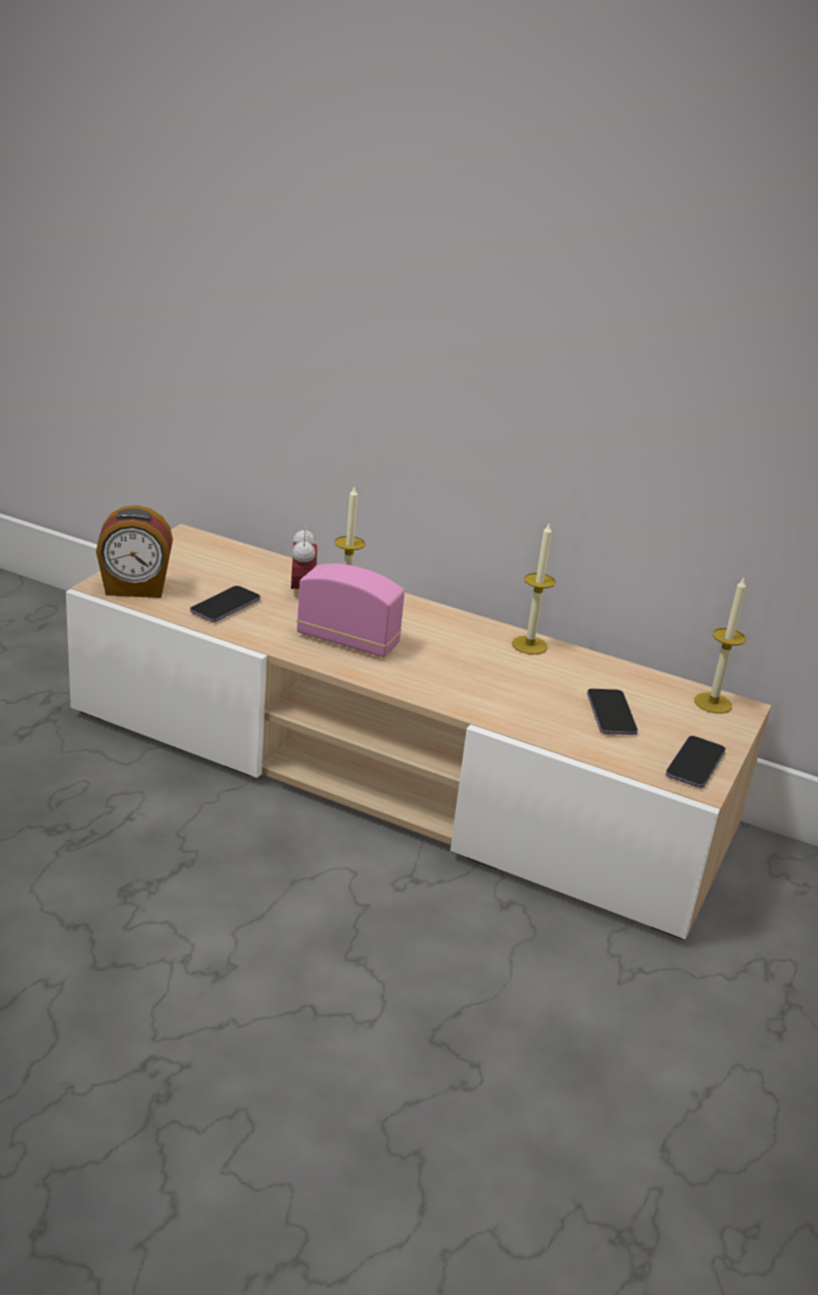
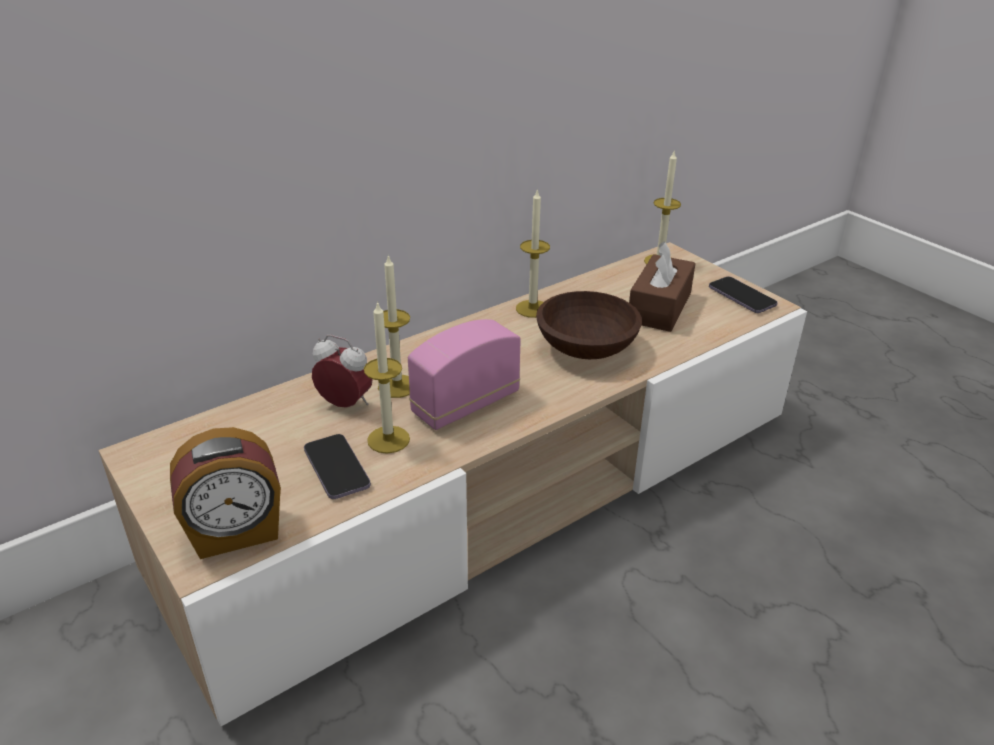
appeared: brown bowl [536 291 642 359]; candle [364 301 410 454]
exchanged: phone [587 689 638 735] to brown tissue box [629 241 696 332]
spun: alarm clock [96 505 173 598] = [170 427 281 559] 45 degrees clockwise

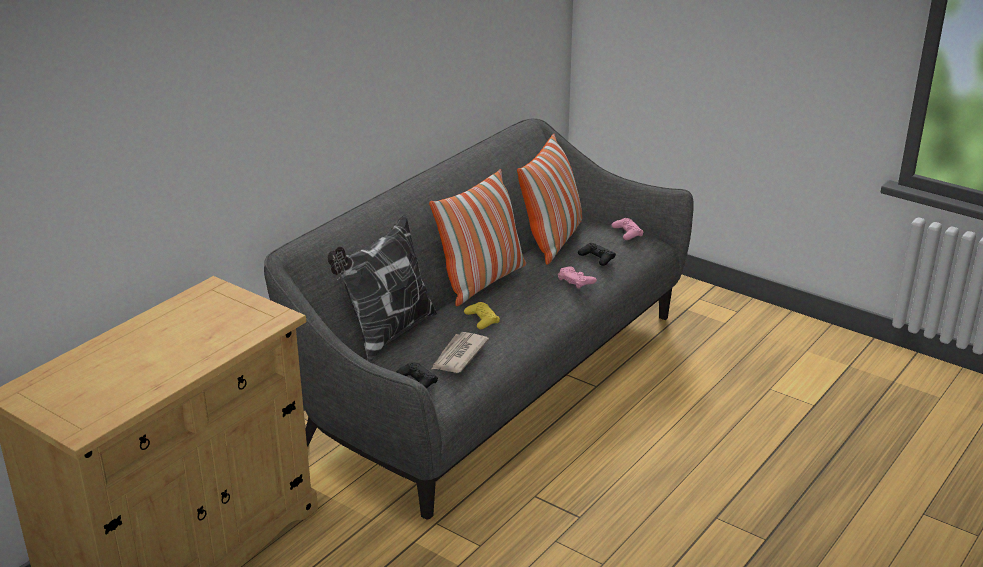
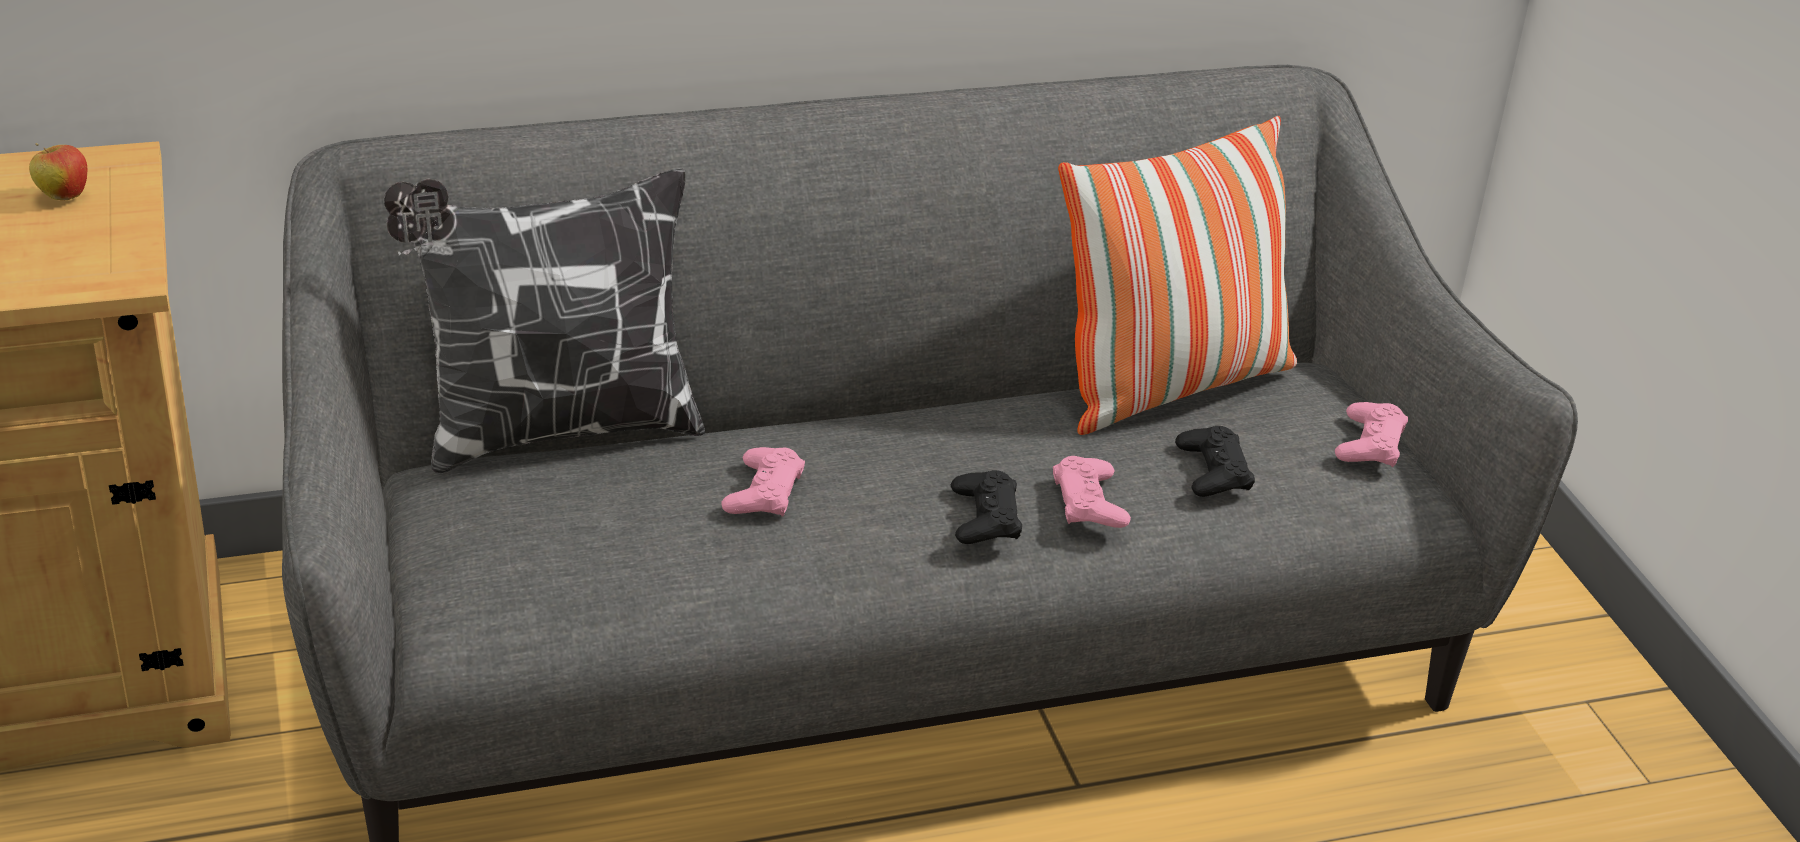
missing: pillow [429 169 526 306]; newspaper [432 332 489 373]
appeared: apple [29 143 87 200]
relocated: black game controller [396 362 438 389] to [951 470 1022 544]
colour: yellow game controller [464 302 500 329] to pink game controller [721 447 805 517]

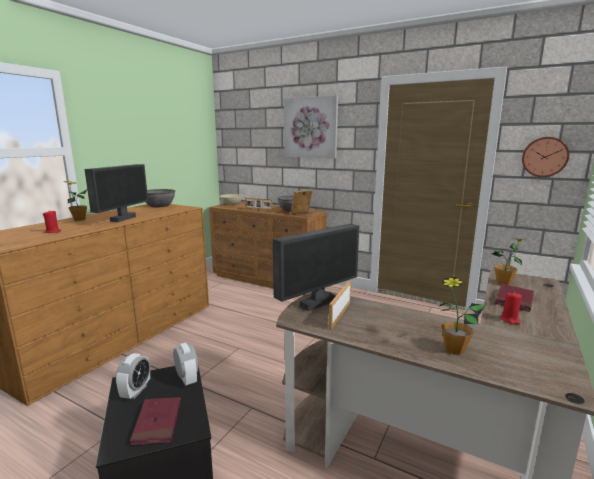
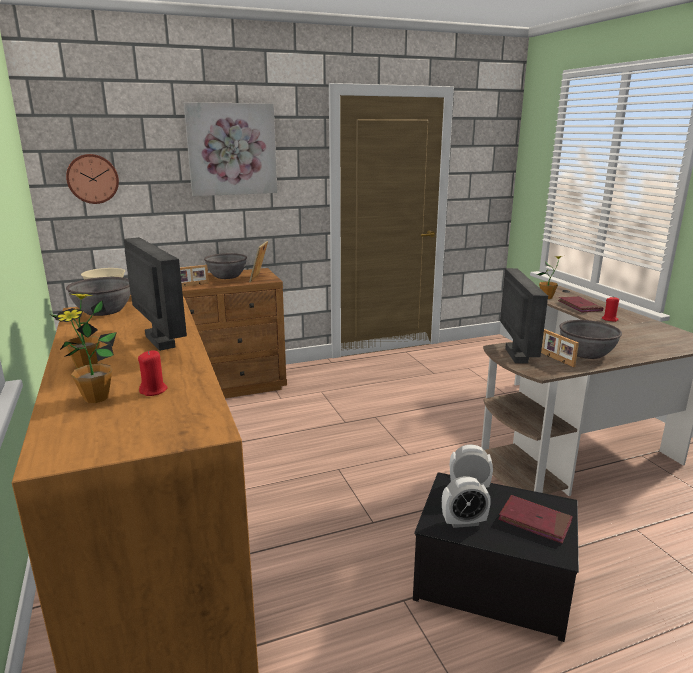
appeared: grey bowl [559 320 622 359]
relocated: wall clock [522 137 569 177] to [66 154 119 204]; potted plant [438 277 485 355] to [55 308 117 403]
spun: alarm clock [116 353 150 399] = [442 476 491 528] 120 degrees clockwise

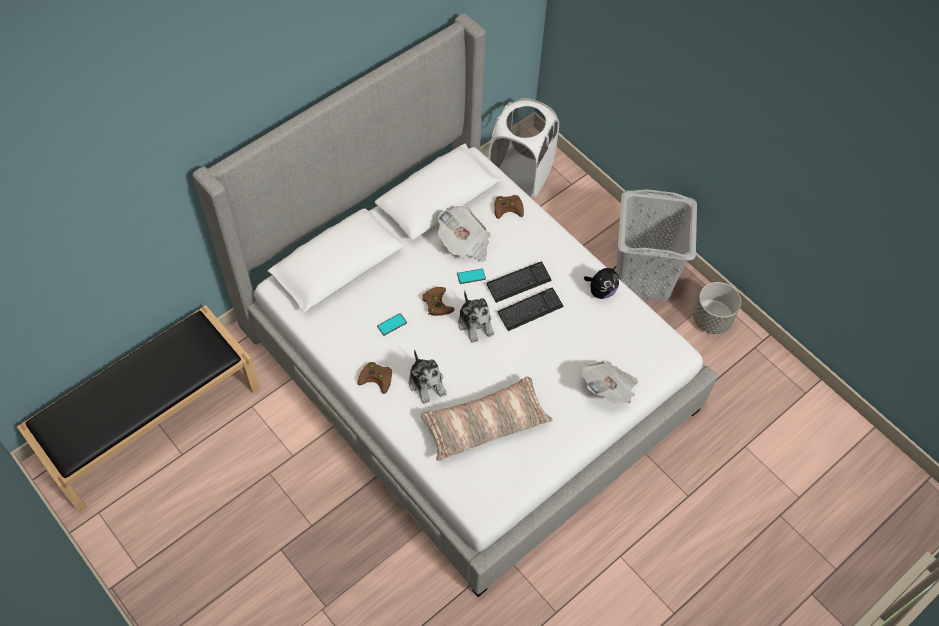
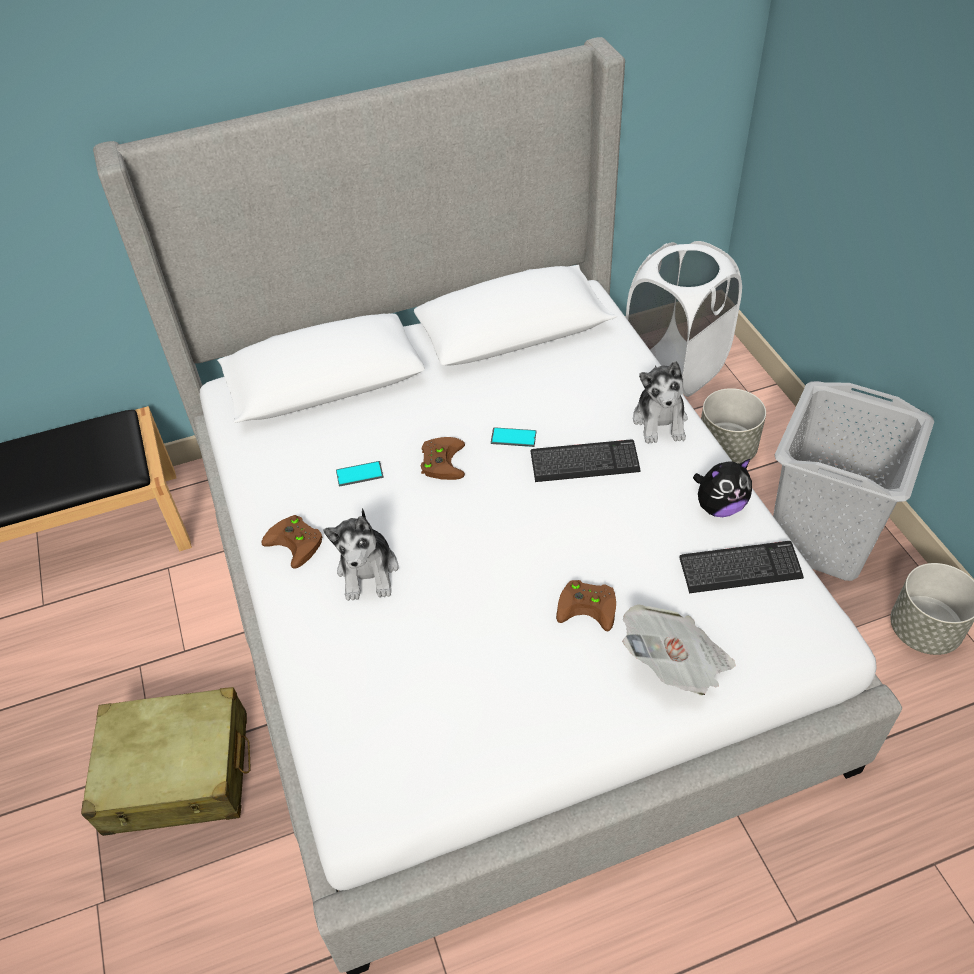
missing: newspaper [438 206 490 262]; pillow [421 376 553 461]
appeared: grey planter [701 388 766 464]; beige suitcase [81 687 251 836]
relocated: brown game controller [494 195 524 219] to [556 580 616 631]; keyboard [498 288 564 331] to [679 541 804 593]; plush toy [458 291 494 343] to [633 361 688 443]

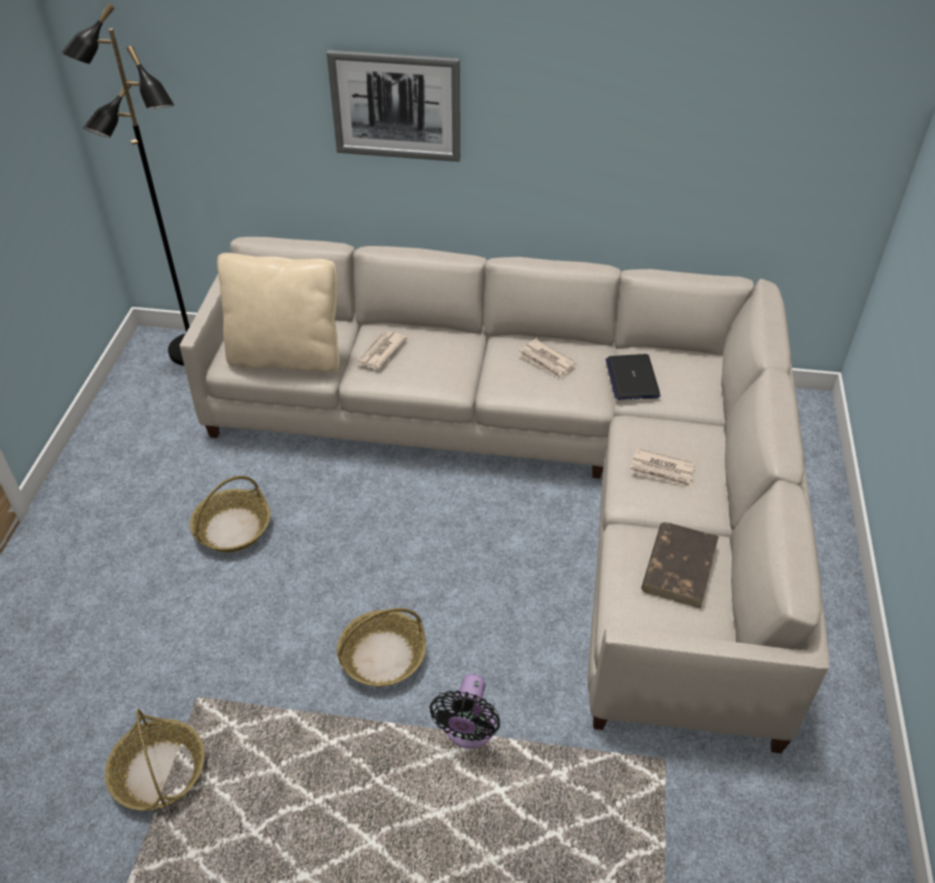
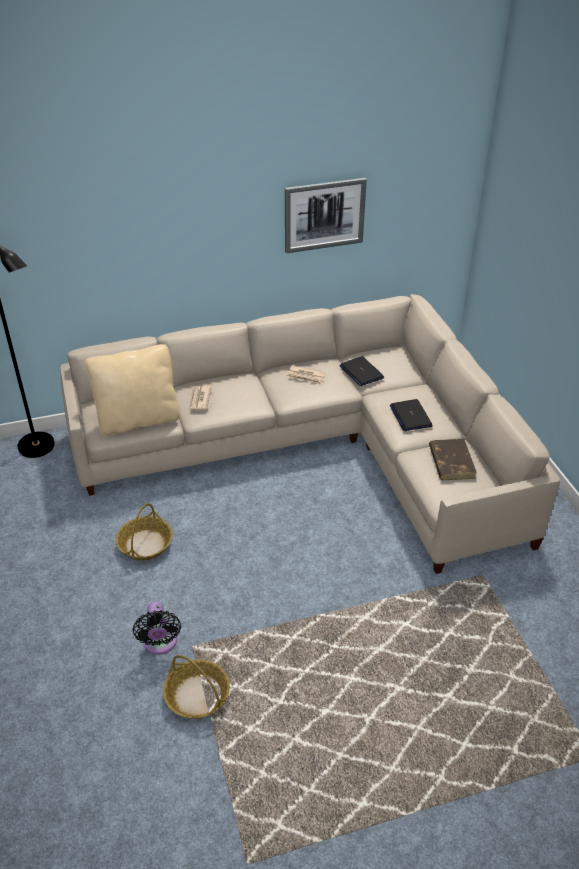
missing: basket [337 608 426 687]
relocated: picture [327 50 460 162] to [285 178 367 253]; black fan [429 674 500 749] to [132 601 181 655]
exchanged: newspaper [630 448 695 488] to laptop [390 399 432 431]

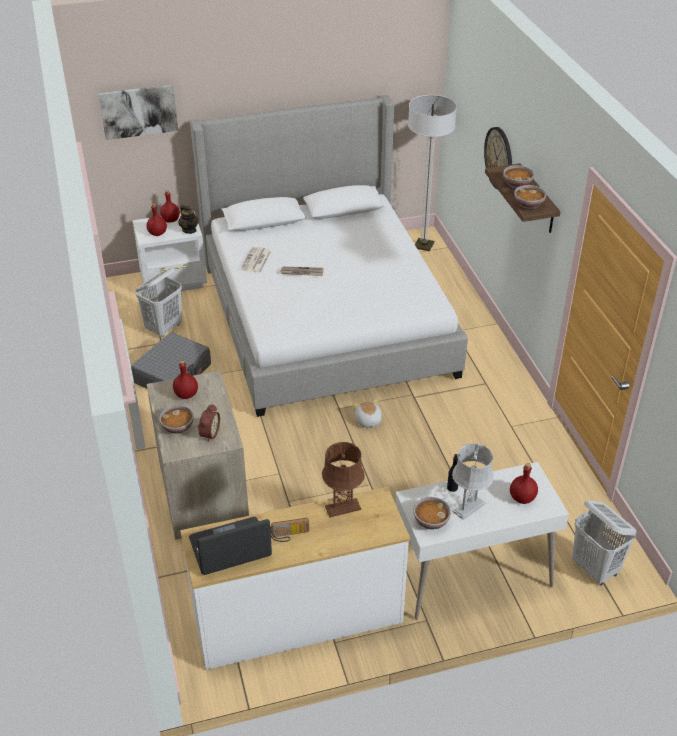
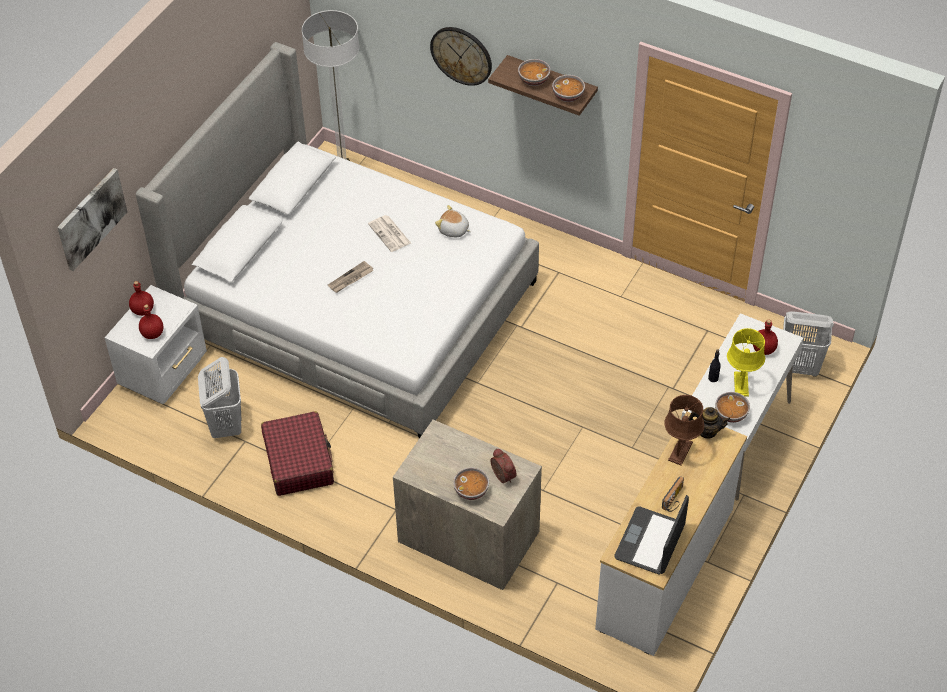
missing: red bottle [173 361 198 399]
relocated: teapot [178 205 199 234] to [688 407 731 438]; newspaper [241 247 272 273] to [368 215 411 252]; plush toy [353 399 382 428] to [435 205 471 237]
colour: grey suitcase [131 332 211 389] to red suitcase [261 411 334 496]; grey table lamp [452 443 494 520] to yellow table lamp [727 328 765 397]

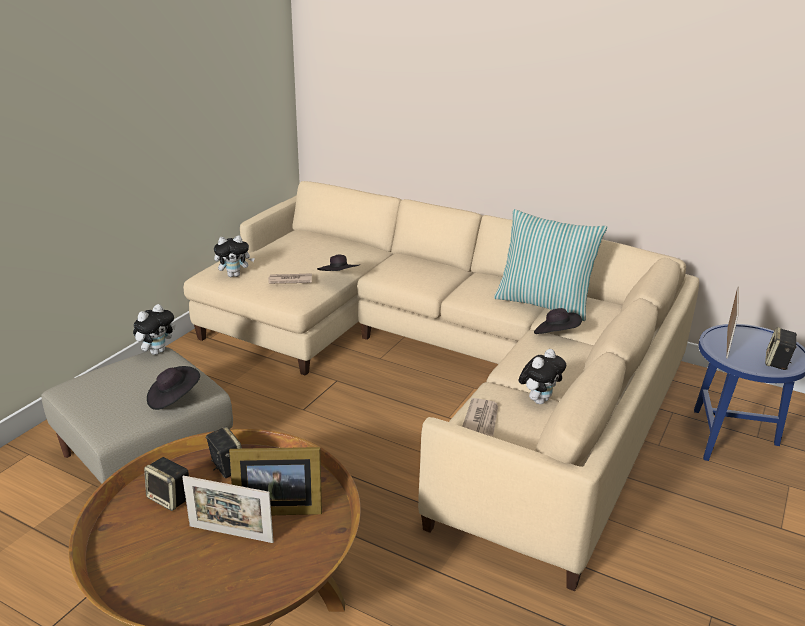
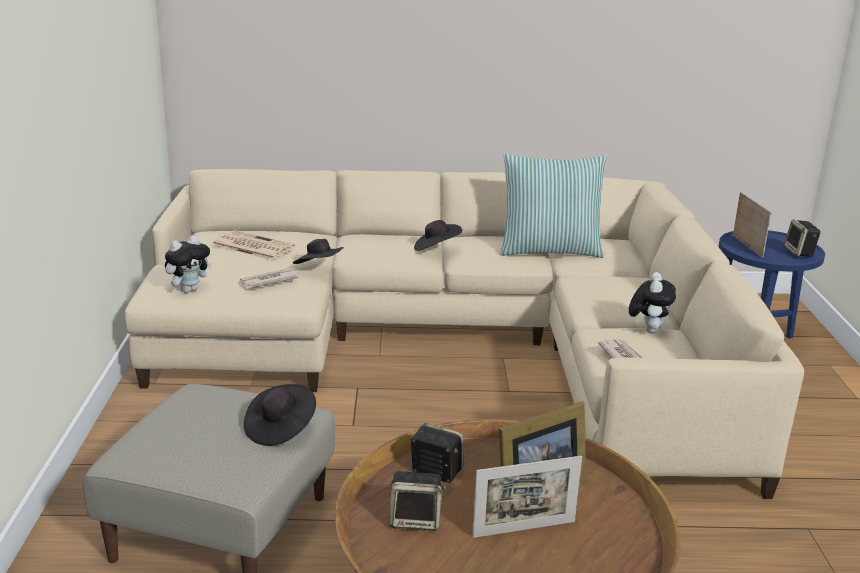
missing: plush toy [133 304 176 355]
appeared: newspaper [212 230 295 260]
relocated: black hat [534 308 582 334] to [414 220 462 251]

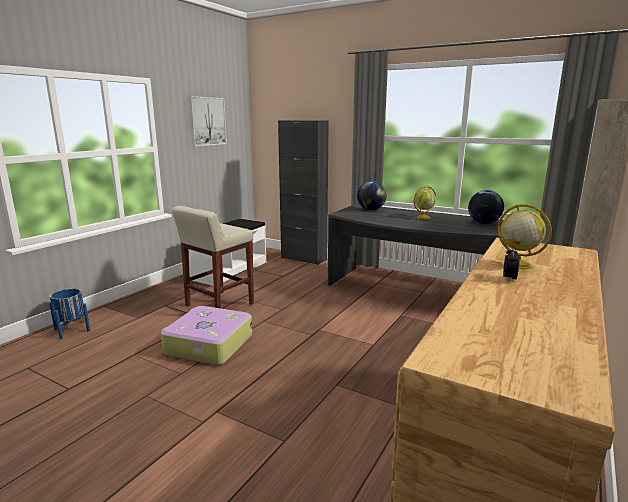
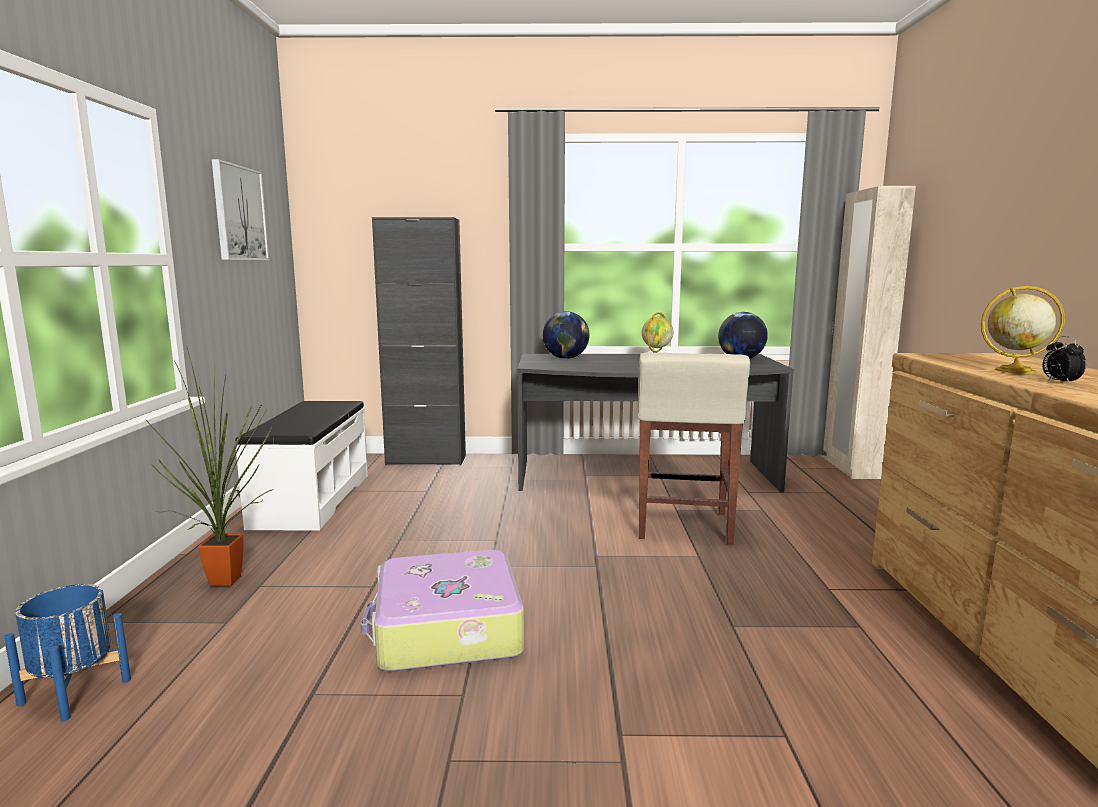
appeared: potted plant [145 346 274 586]
relocated: beige stool [172 206 254 308] to [638 352 750 545]

